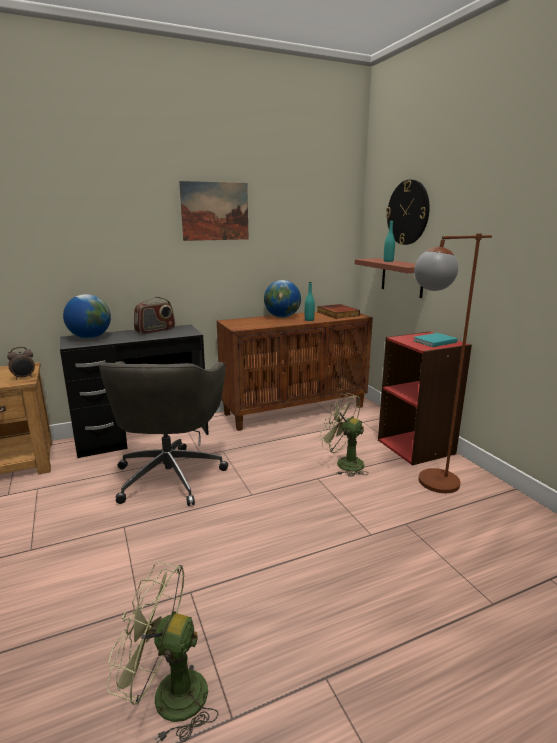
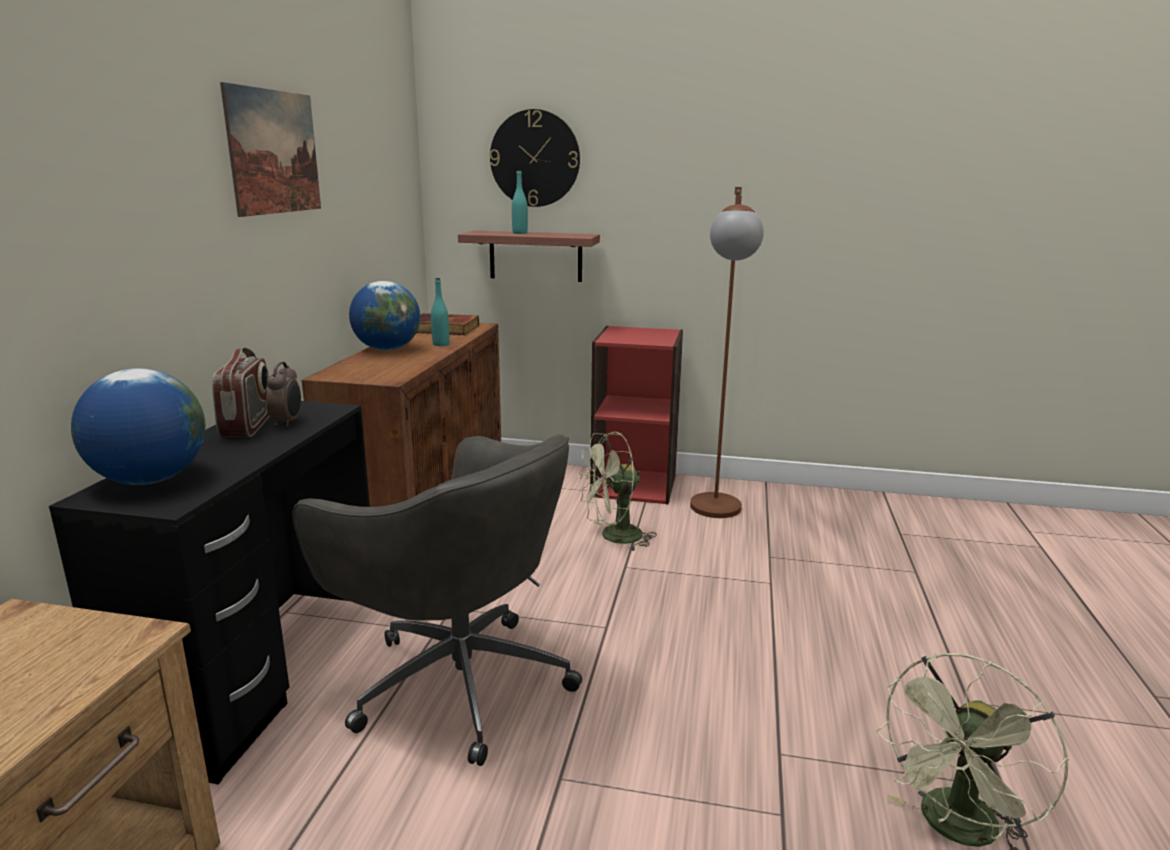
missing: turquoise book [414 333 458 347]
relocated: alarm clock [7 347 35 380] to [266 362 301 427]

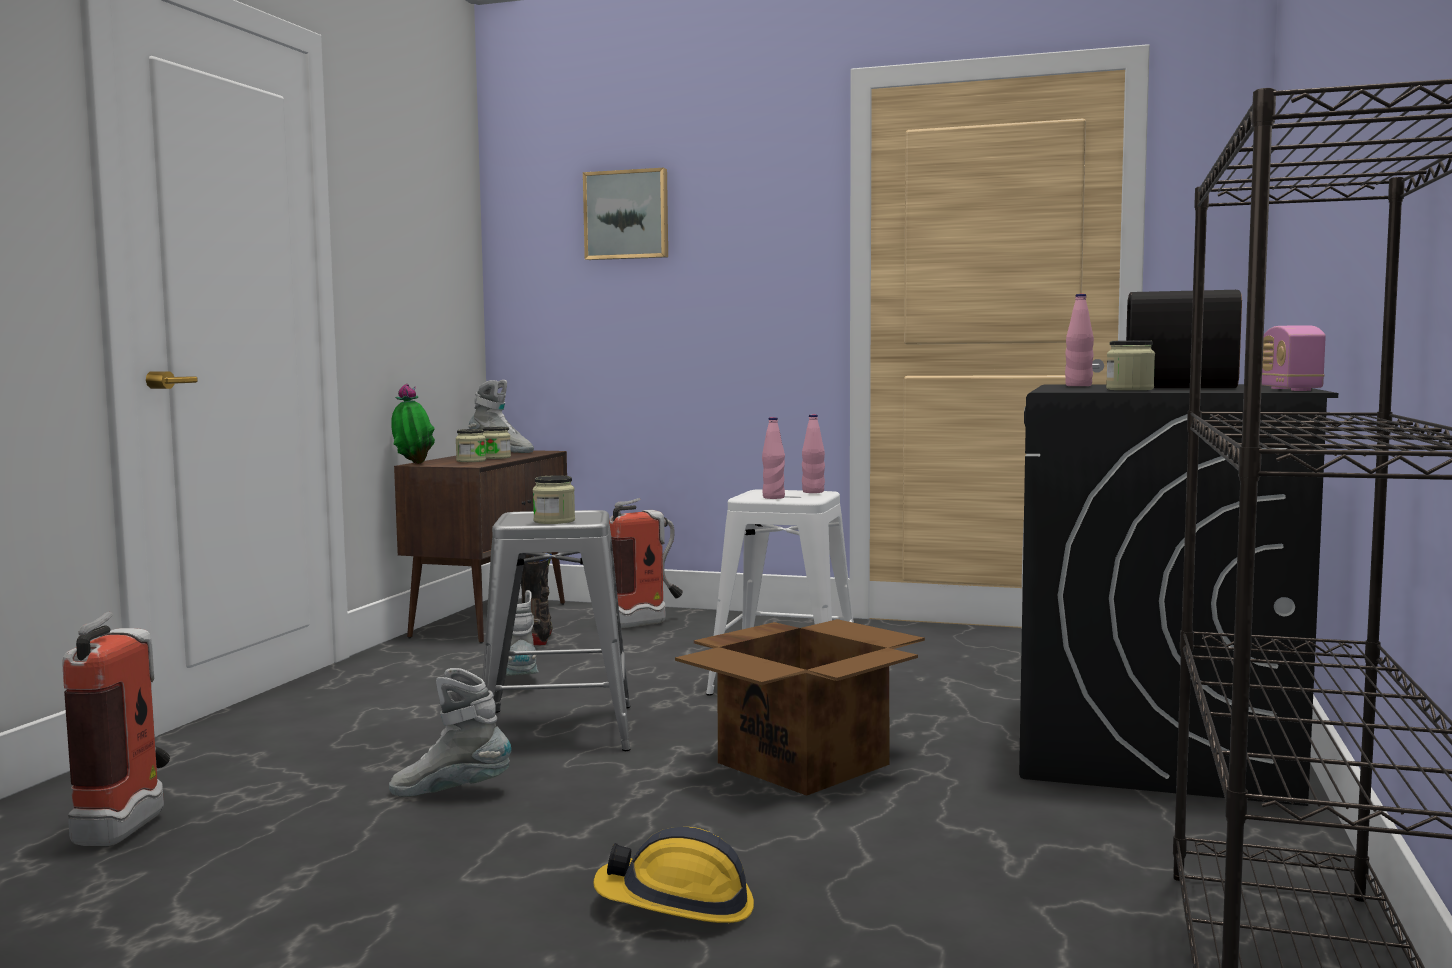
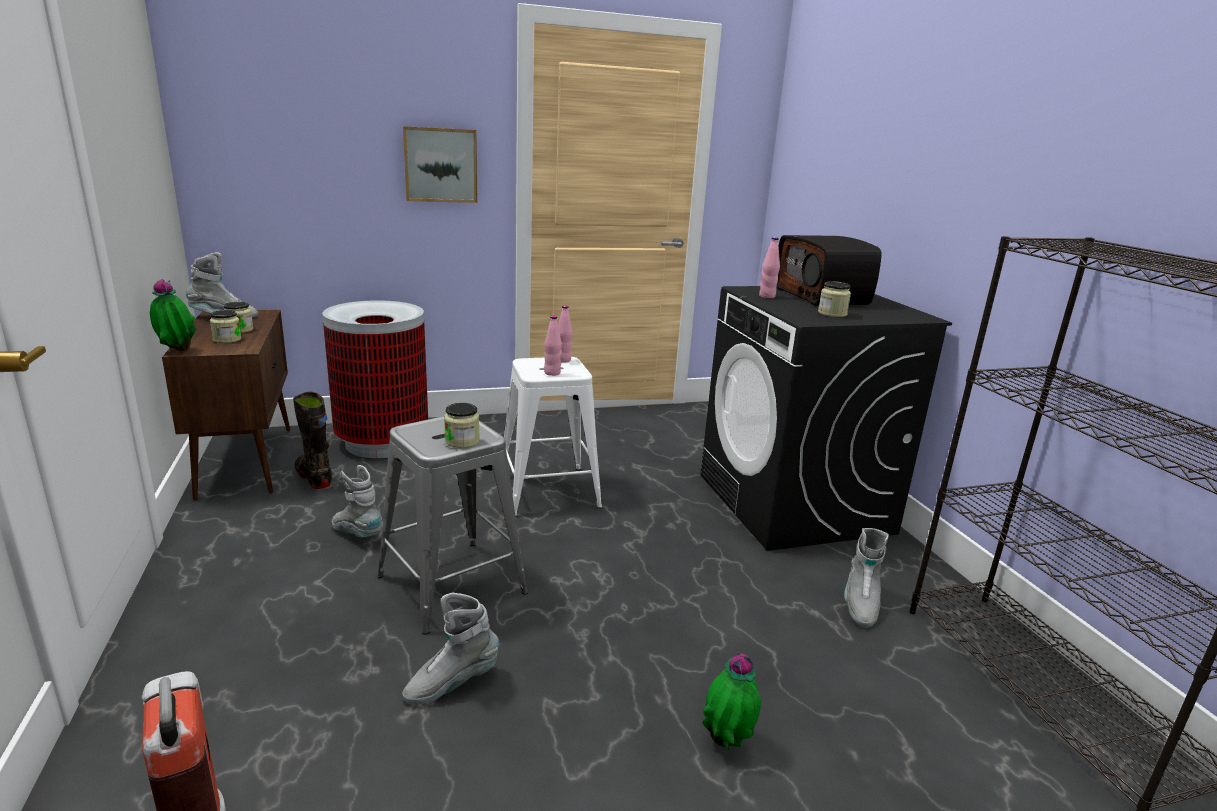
missing: radio [1262 325 1326 391]; cardboard box [675 619 925 796]
appeared: grey boot [844 528 889 628]
relocated: picture [583 168 668 260] to [403 126 477 203]
exchanged: fire extinguisher [609 498 683 628] to trash can [322 300 428 458]; hard hat [593 827 754 923] to potted plant [703 653 761 750]

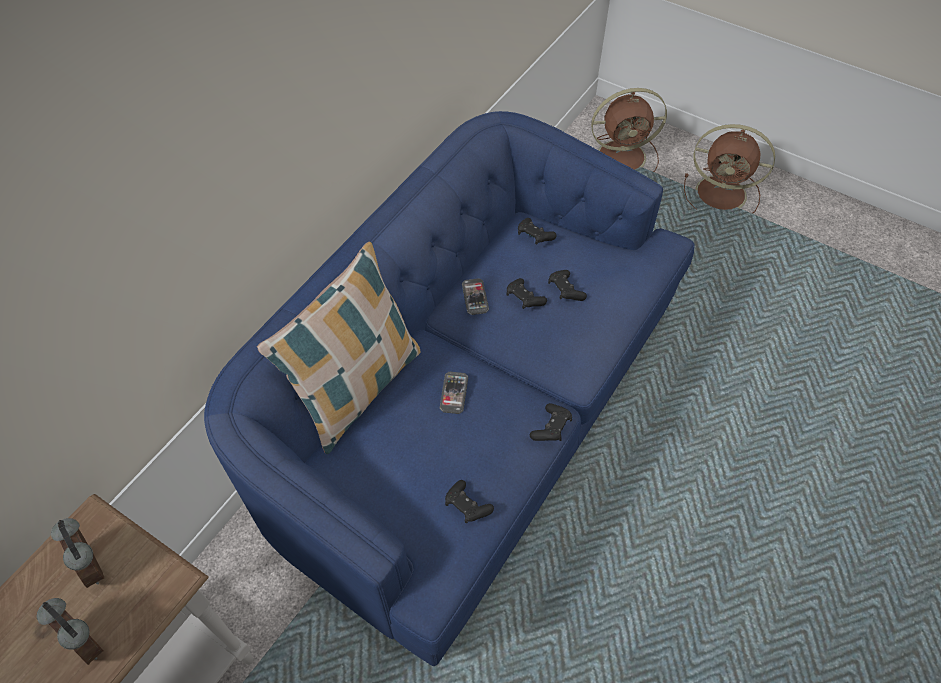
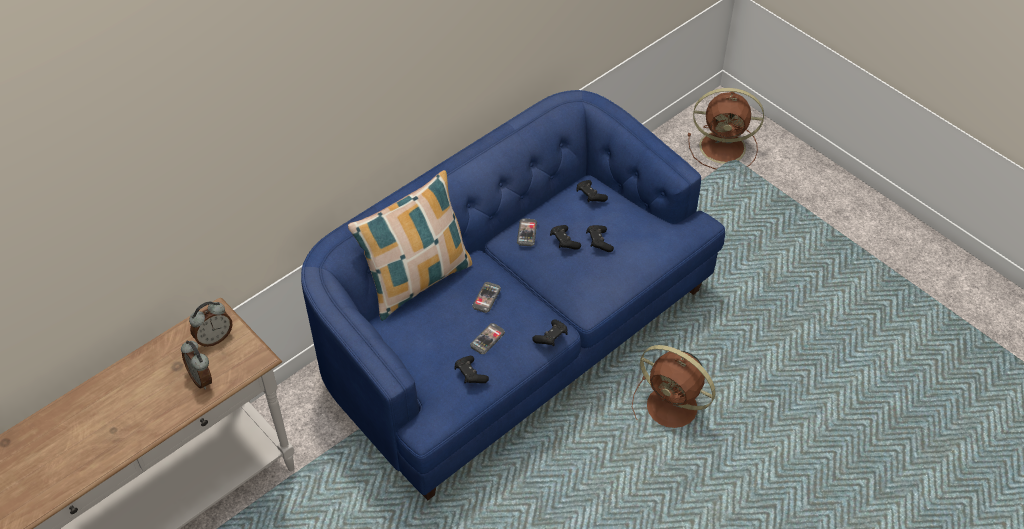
appeared: phone [470 323 505 354]
relocated: brown fan [684 124 775 214] to [632 345 716 428]
spun: alarm clock [51 518 104 588] = [189 302 232 347] 105 degrees counterclockwise

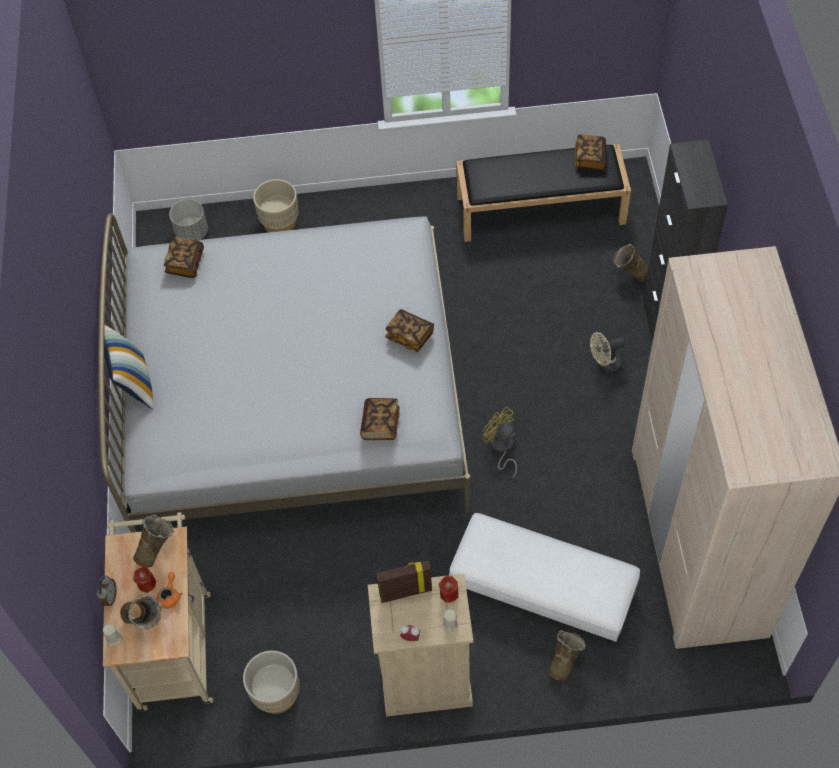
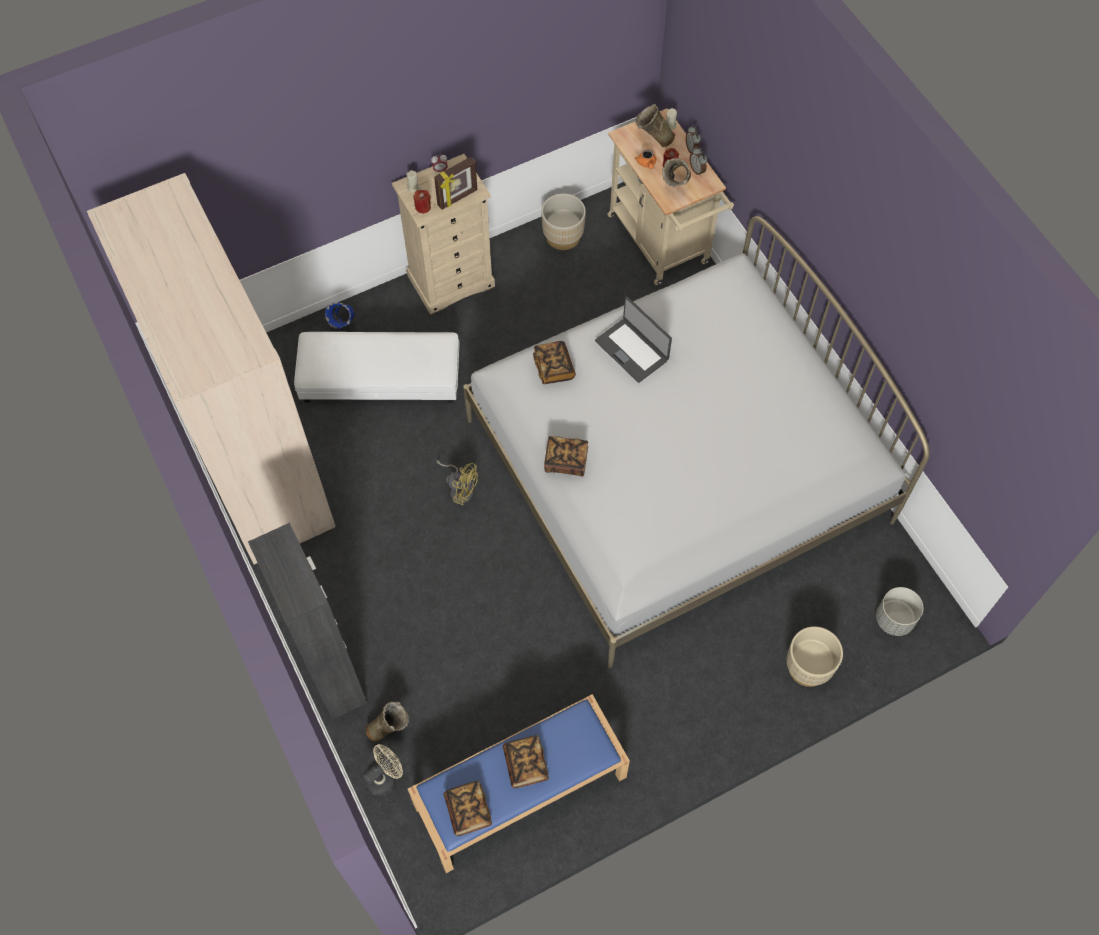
missing: pillow [98 320 154 410]
appeared: alarm clock [690 147 707 176]; laptop [595 296 672 383]
relocated: book [163 237 204 278] to [503 735 549 788]; beige fan [590 332 624 374] to [363 744 403 796]
colour: black bench [456 144 631 242] to blue bench [408 694 630 873]; beige vase [548 630 586 681] to blue vase [325 302 355 329]

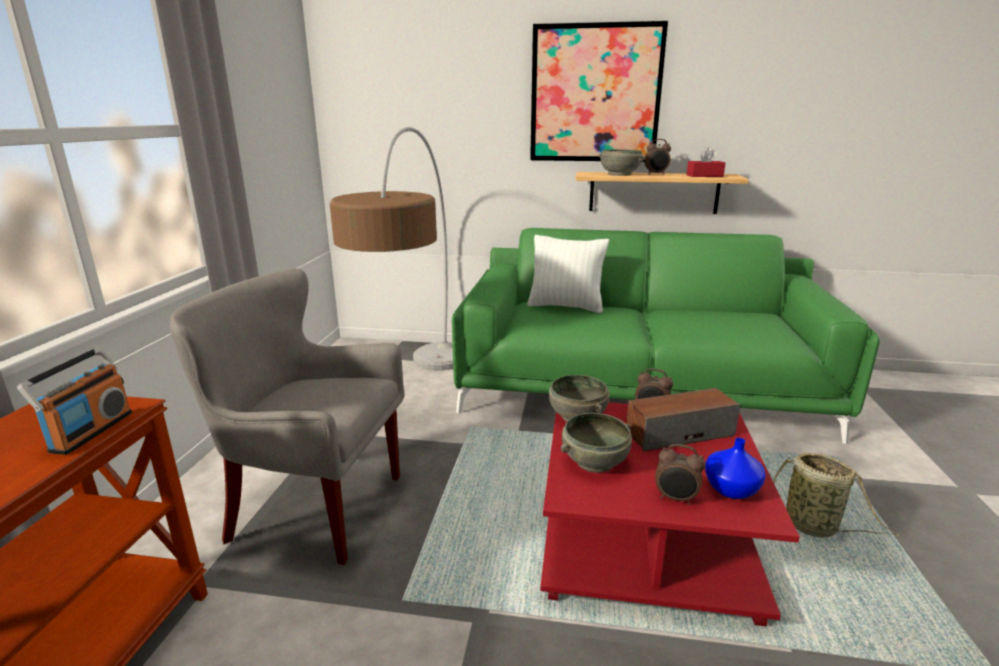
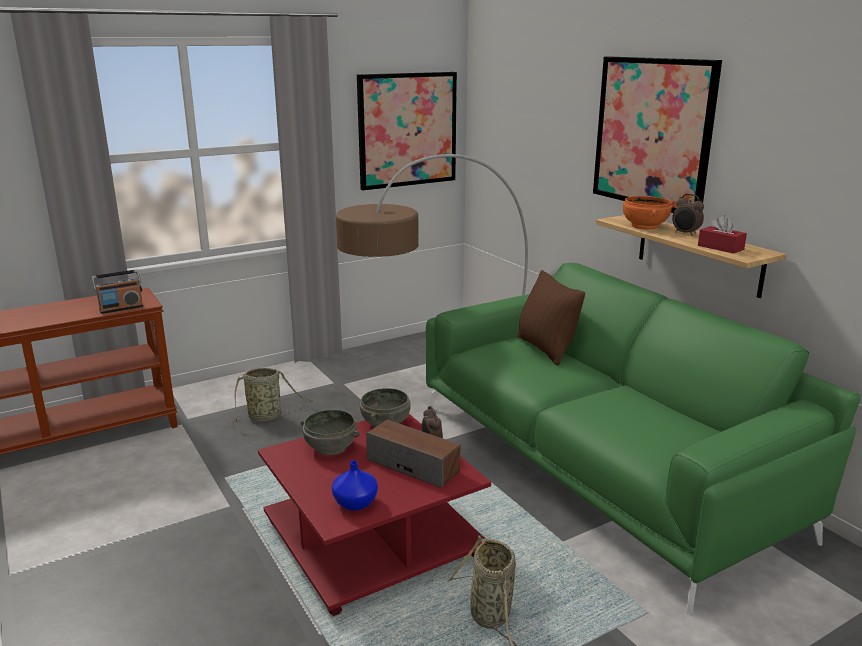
missing: alarm clock [655 444 706 505]
appeared: picture [357 72 457 190]
exchanged: grey armchair [170 269 405 565] to basket [230 368 313 422]
colour: grey bowl [599 149 645 176] to orange bowl [623 196 672 229]; white pillow [527 235 609 313] to brown pillow [517 270 585 365]

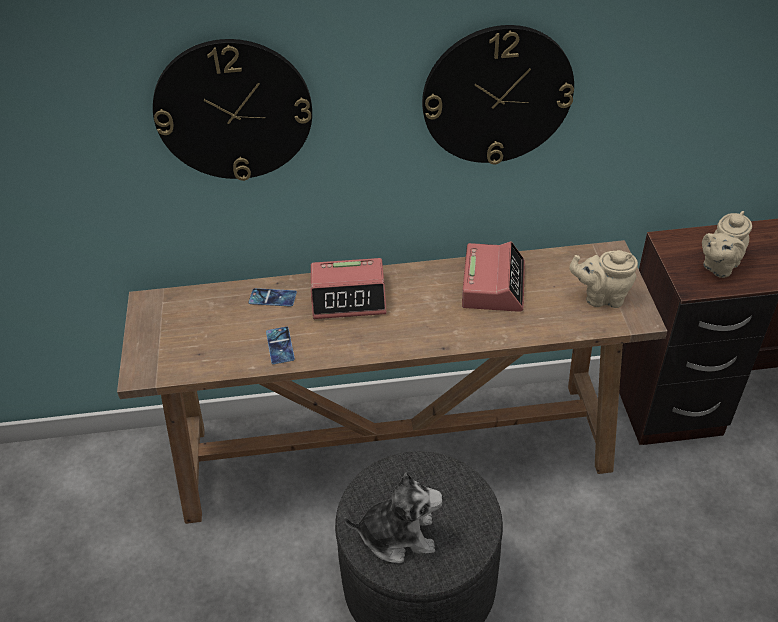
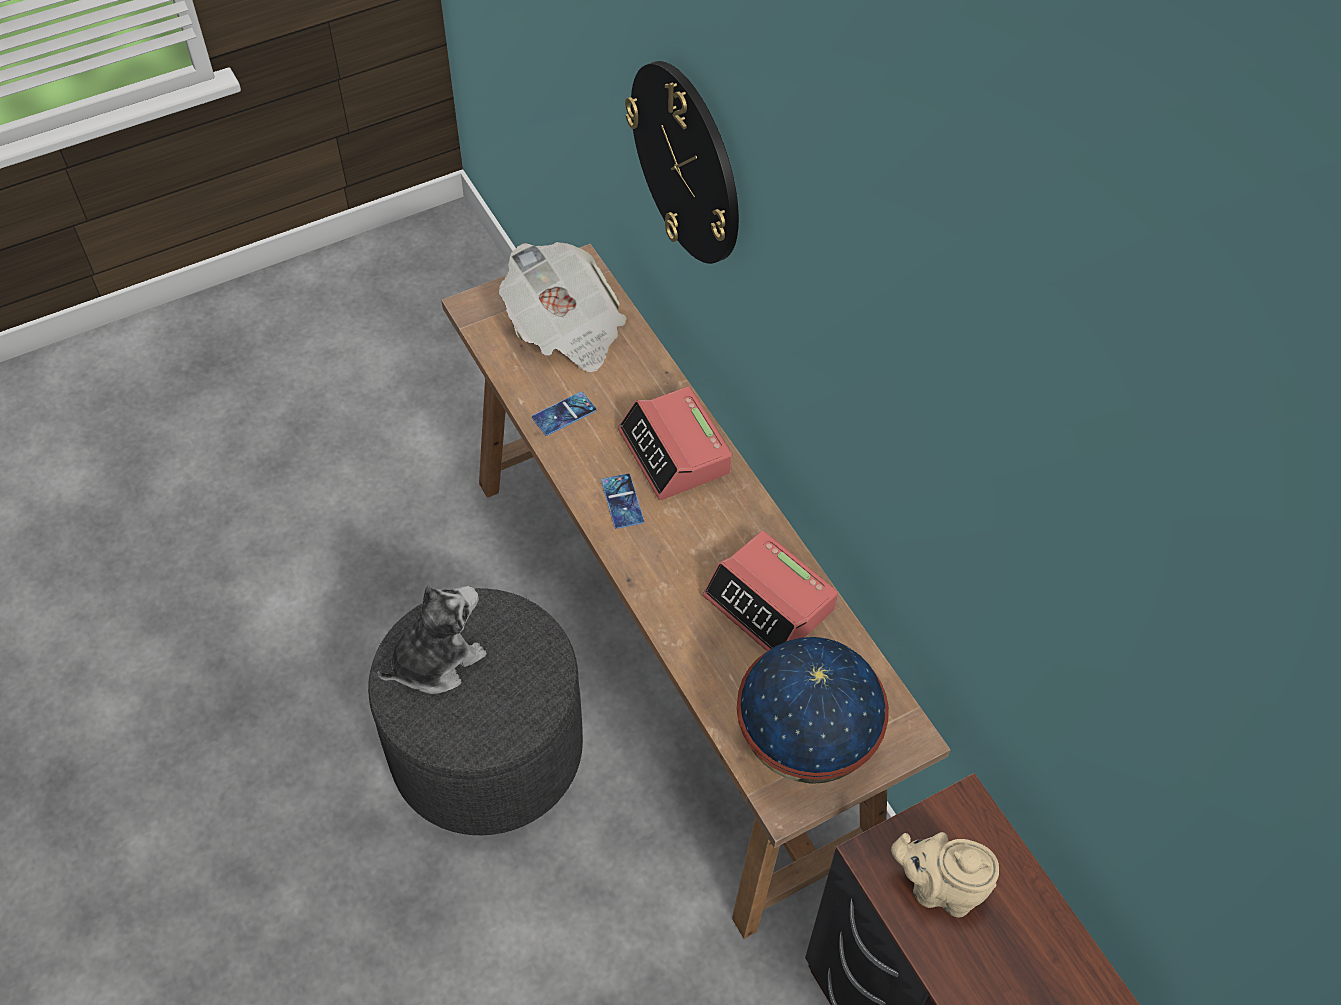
missing: wall clock [422 25 574 165]
appeared: newspaper [499 242 627 372]
relocated: phone [249 288 297 307] to [601 474 644 529]
exchanged: beige teapot [569 250 638 308] to globe [737 637 889 784]
spun: alarm clock [462 241 525 312] = [702 531 838 651] 60 degrees clockwise; plush toy [344 472 443 563] = [377 585 487 694] 105 degrees counterclockwise

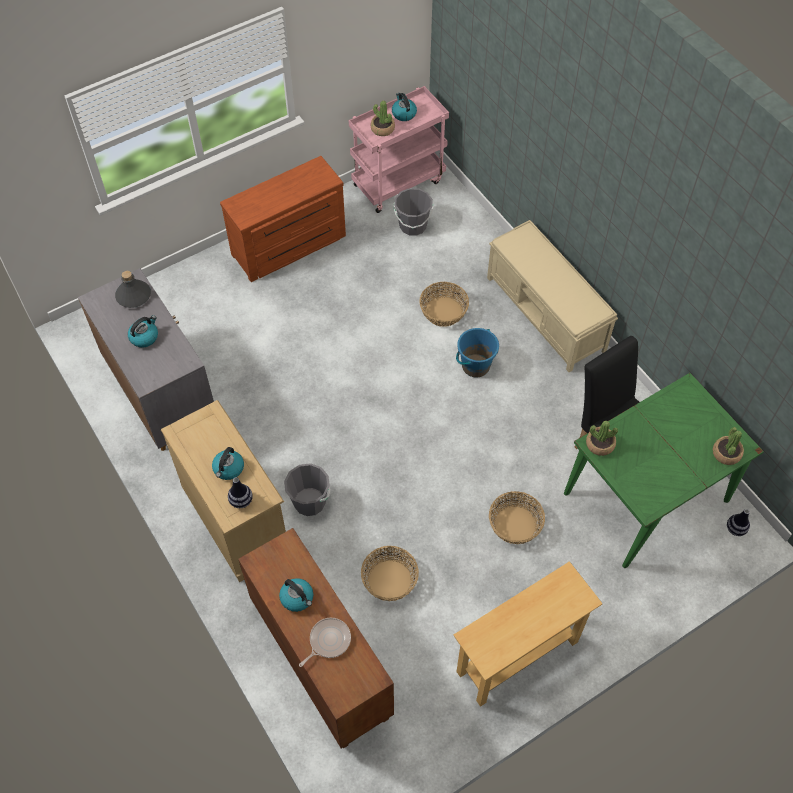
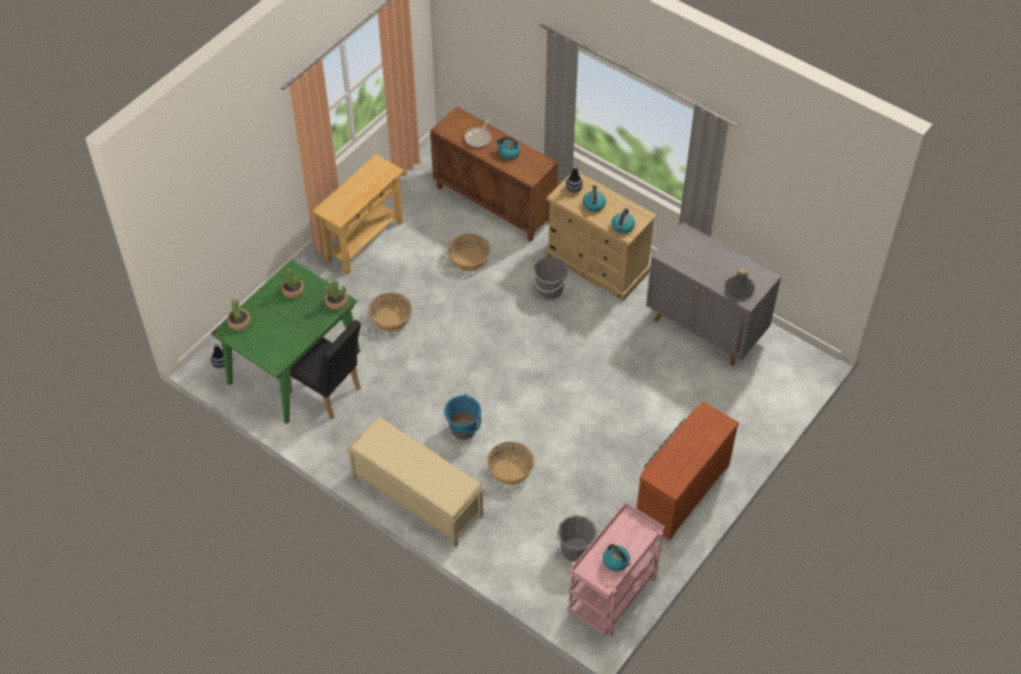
relocated: potted plant [371 101 395 136] to [281 268 304 299]; kettle [128 315 158 348] to [612 208 635 234]

